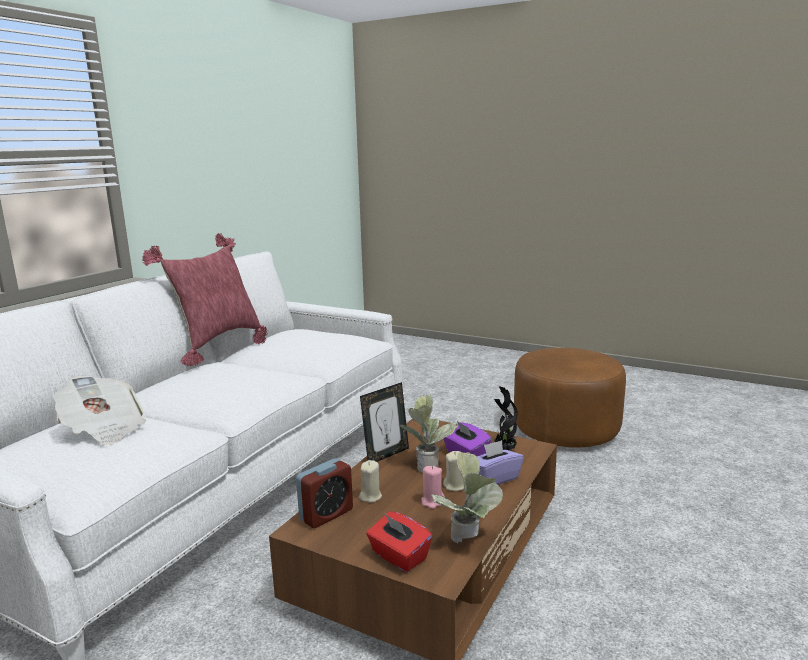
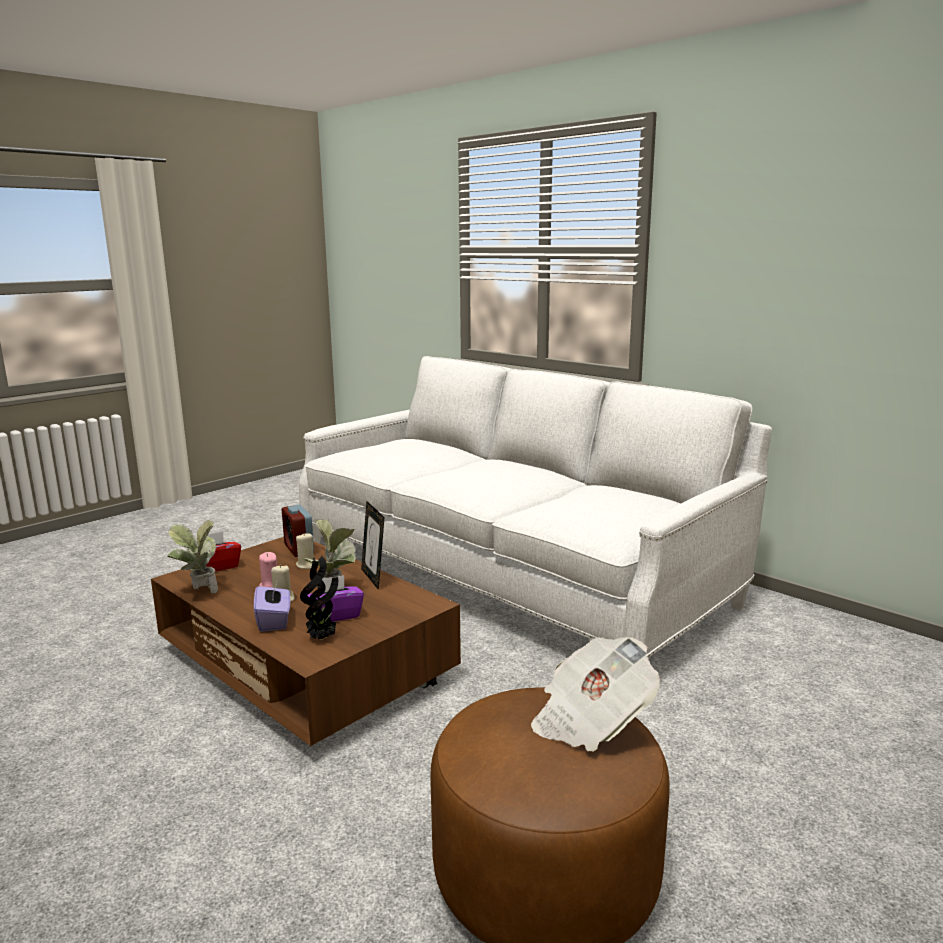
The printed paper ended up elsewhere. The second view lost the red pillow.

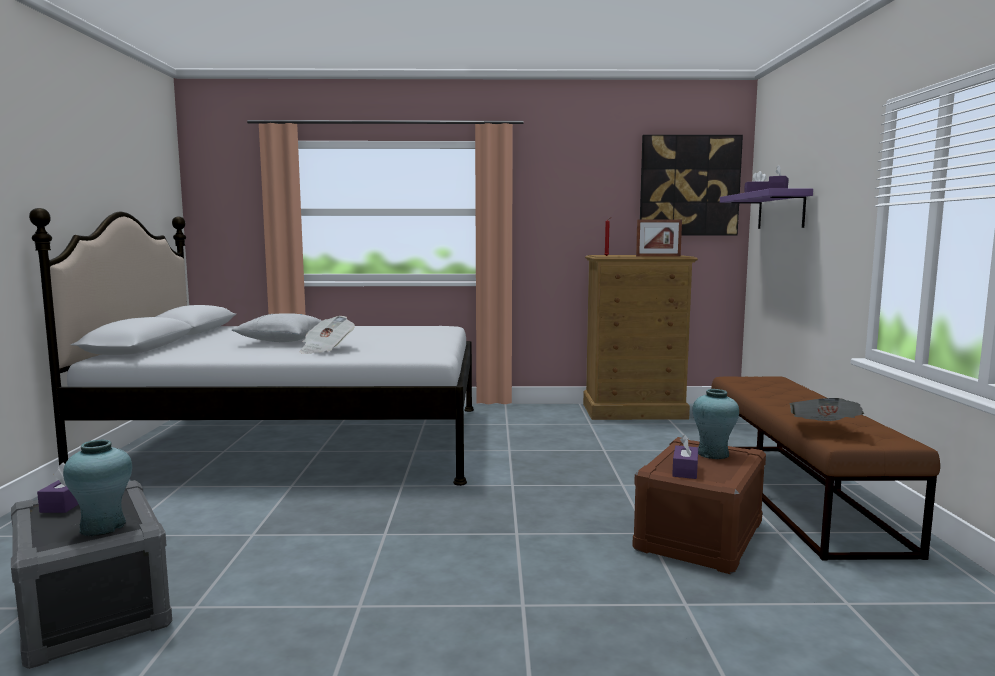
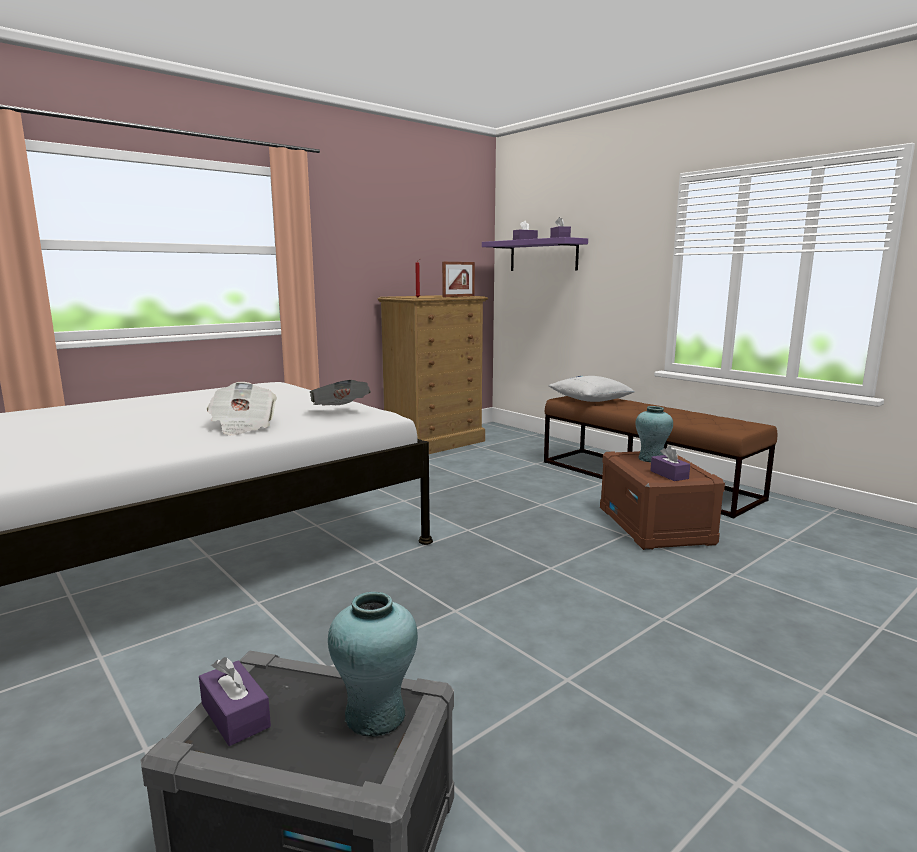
The gray pillow ended up elsewhere. The second view lost the wall art. The printed paper (2nd from left) ended up elsewhere.

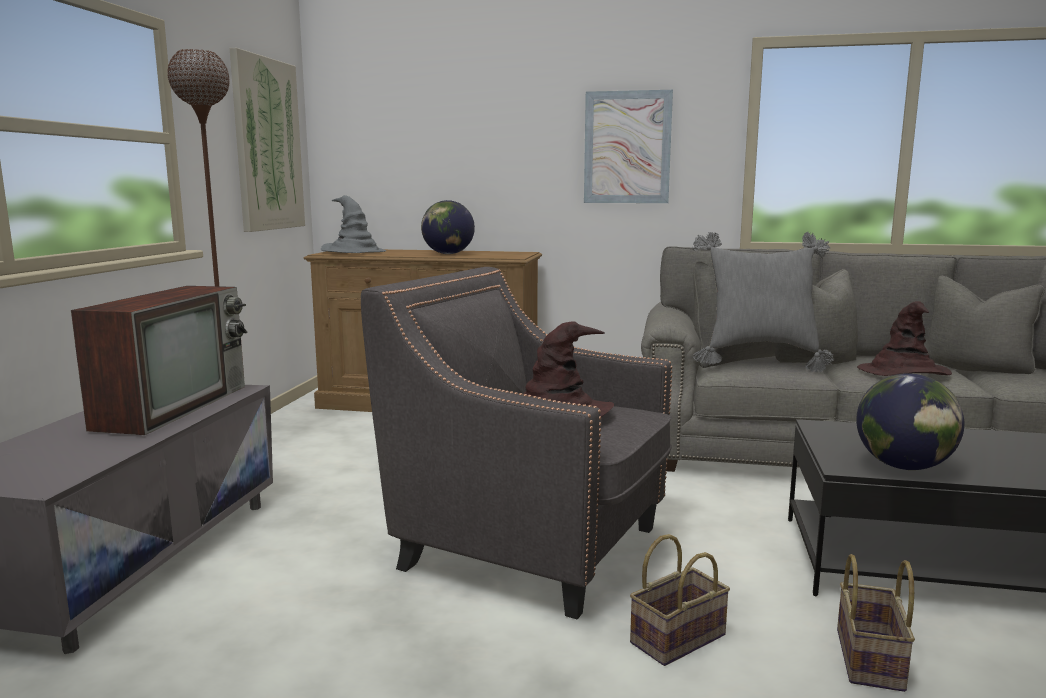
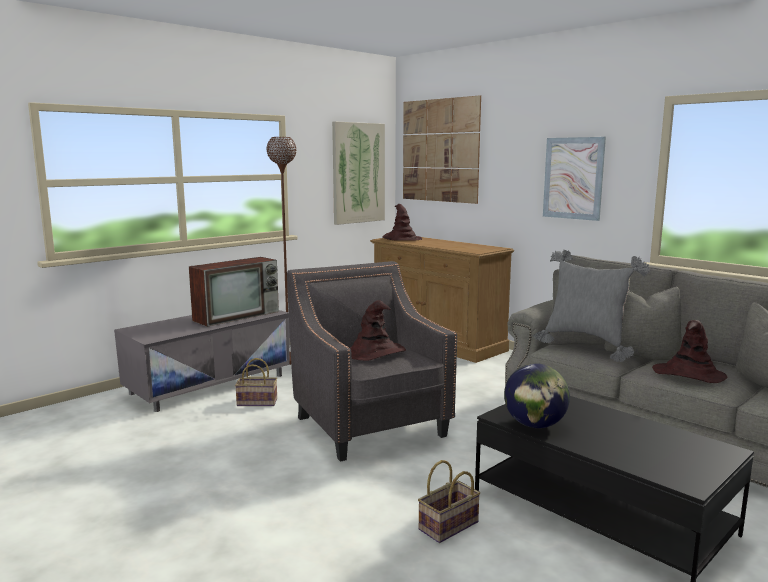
What was the gray hat turned into the brownish hat (2nd from left). The second view lost the globe (1st from left). The basket (1st from left) ended up elsewhere. The second view gained the wall art (2nd from left).

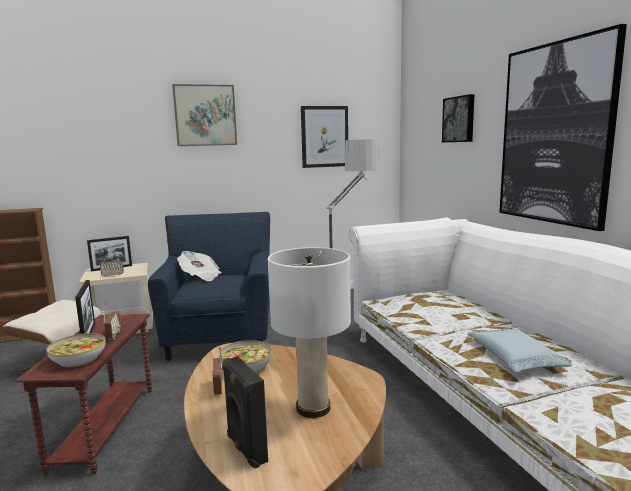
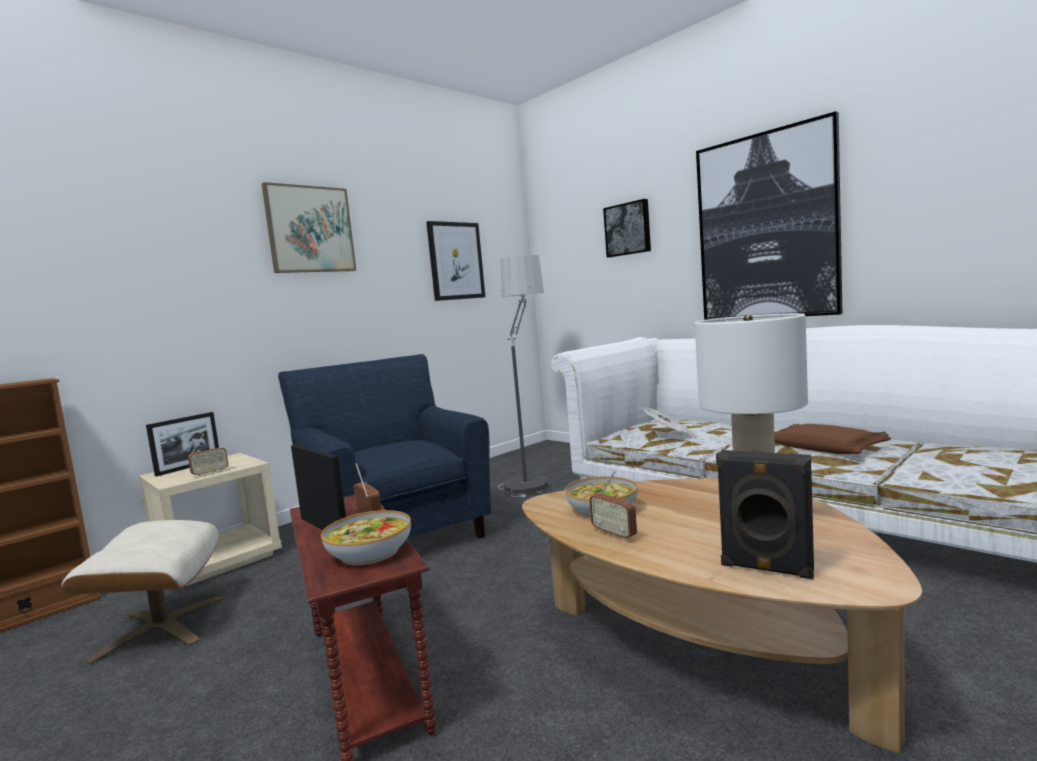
The printed paper ended up elsewhere. What was the blue pillow turned into the brownish pillow.

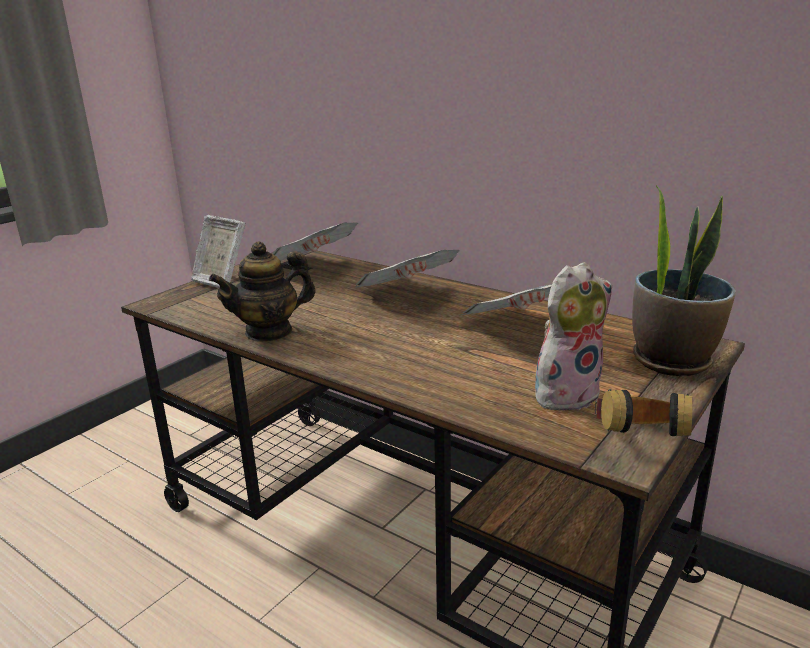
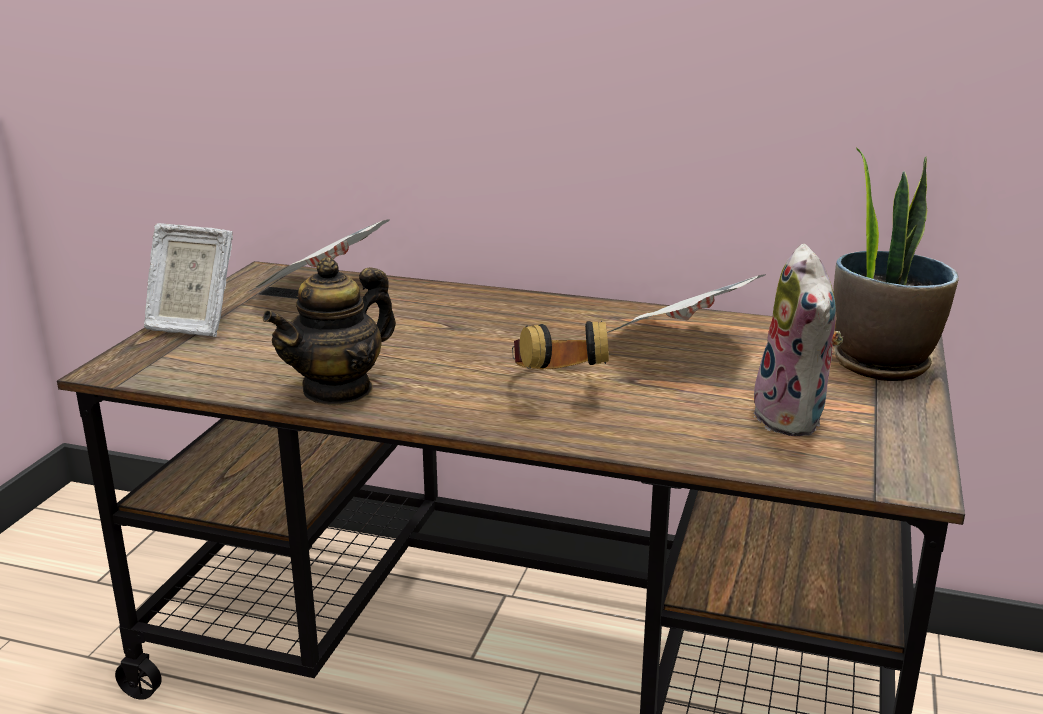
The second view lost the printed paper (2nd from left). The cuddly toy ended up facing another way, 135 degrees clockwise from before. The headphones ended up elsewhere.

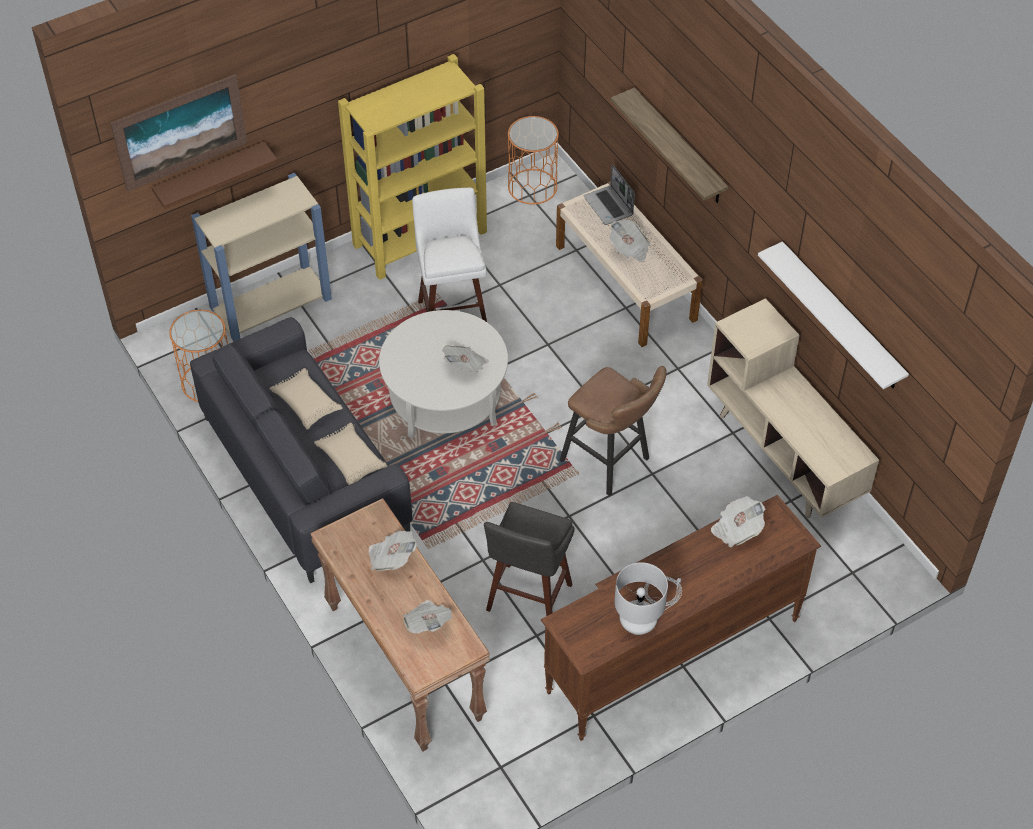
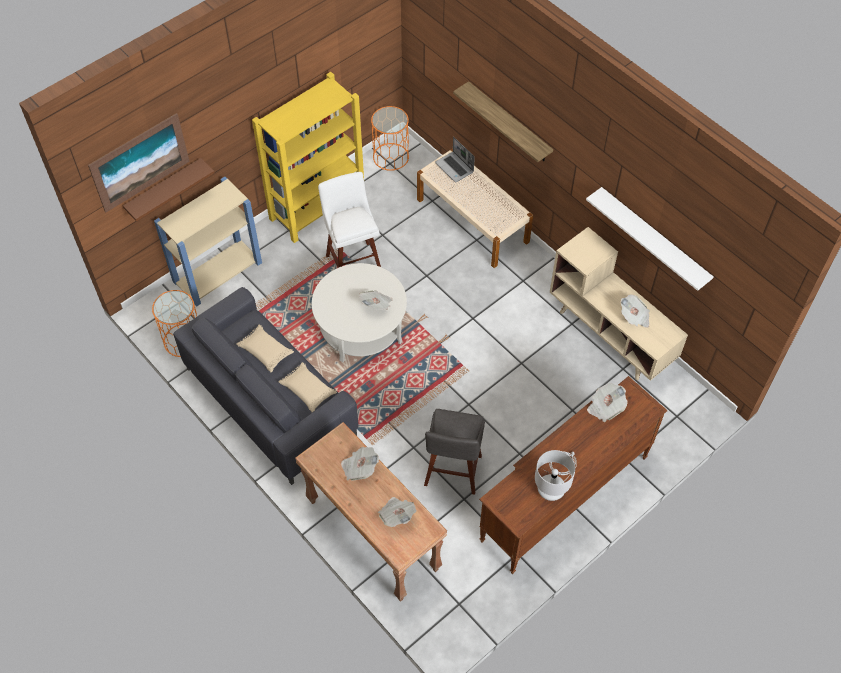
The second view lost the brownish stool seat. The printed paper (4th from left in the first image) ended up elsewhere.

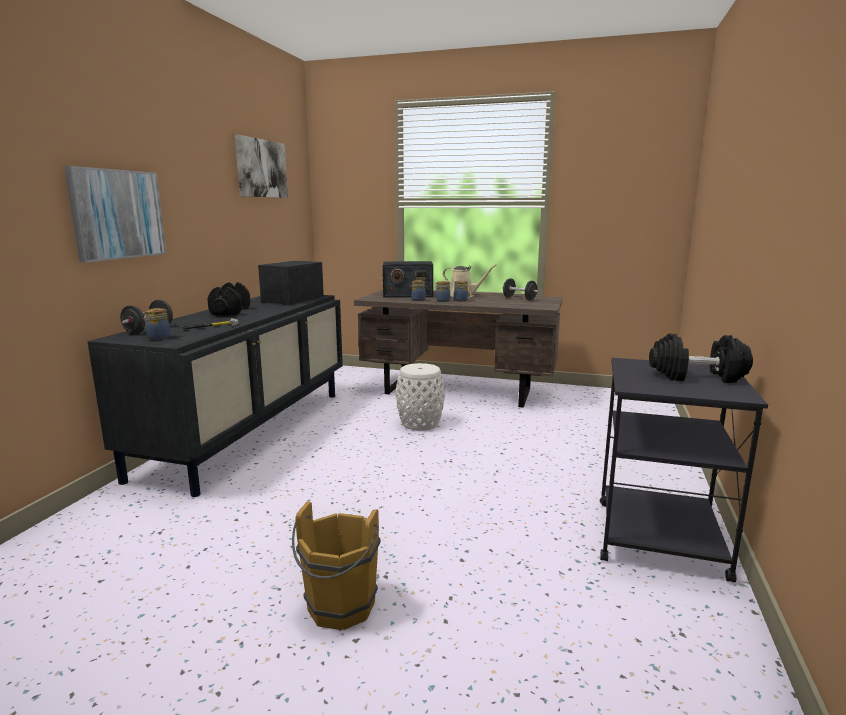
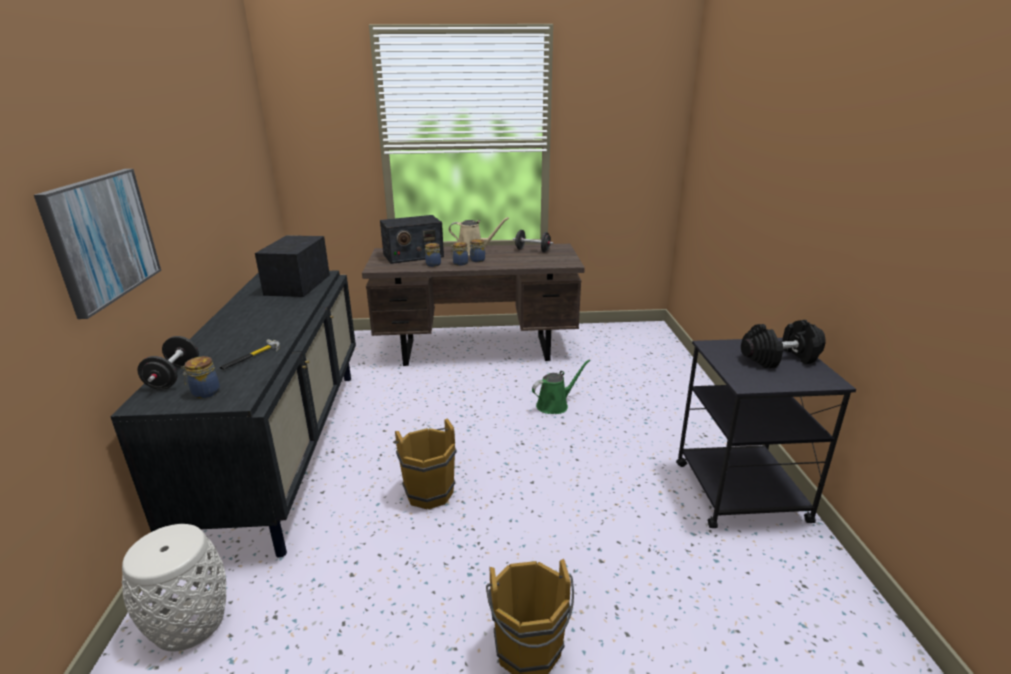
The second view lost the black hand weight (2nd from left). The second view lost the wall art (2nd from left). The white stool seat ended up elsewhere. The second view gained the brownish water bucket (1st from left). The second view gained the green watering can.

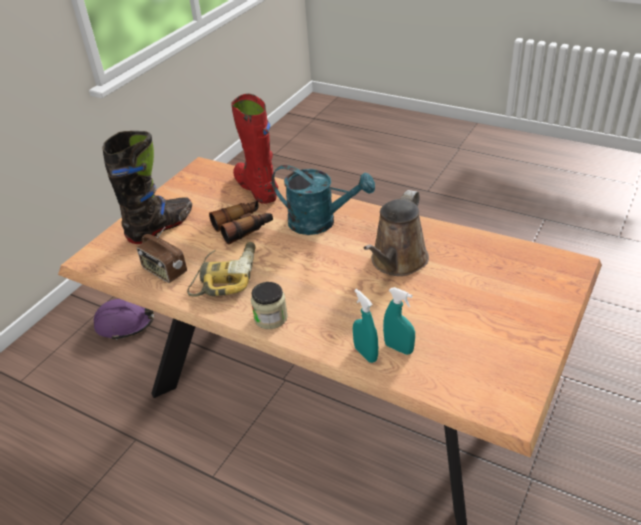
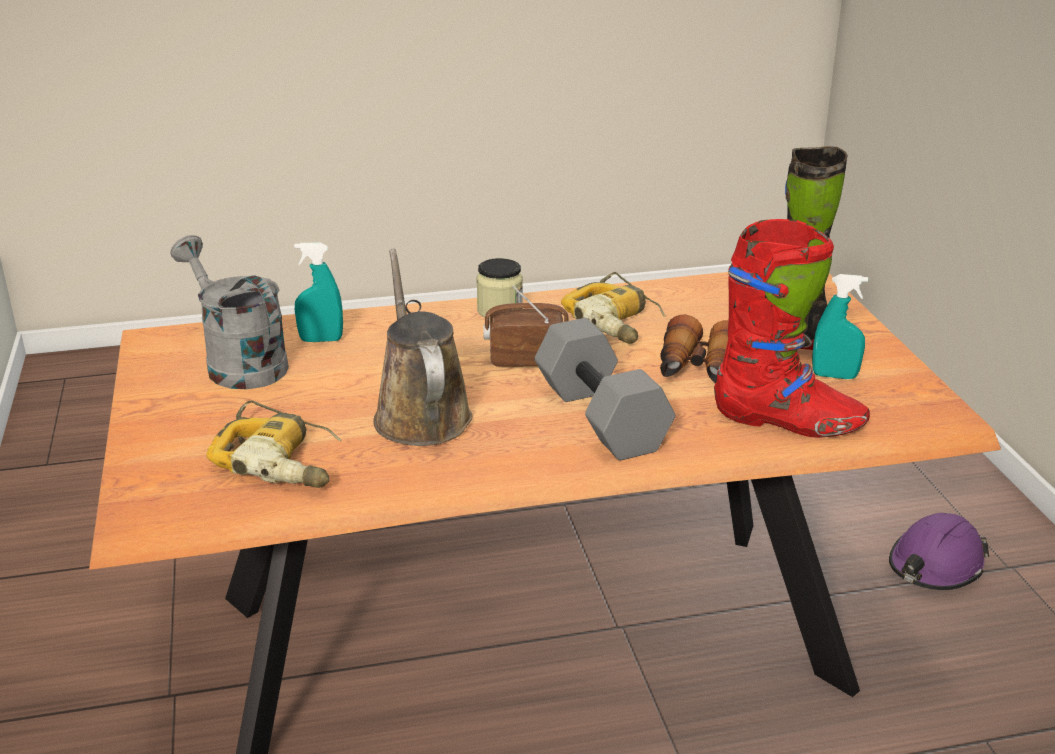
The radio receiver ended up elsewhere. Where the turquoise-coloured watering can stood, the gray hand weight came to stand. The turquoise-coloured hand sprayer (1st from left in the first image) ended up elsewhere. The second view gained the gray watering can. The second view gained the power drill (1st from left).

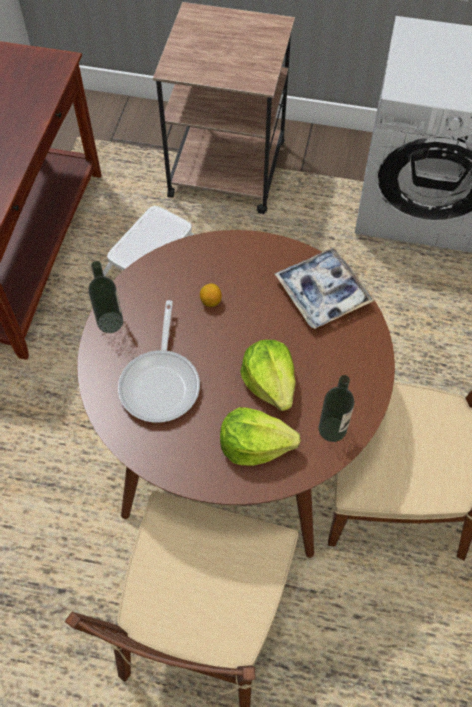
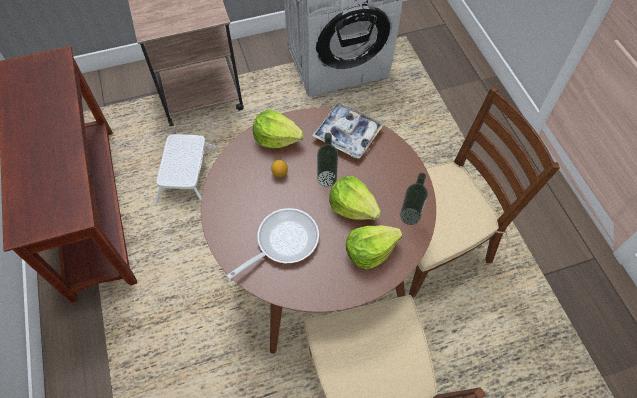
The bottle (1st from left) ended up elsewhere. The pan ended up facing another way, 105 degrees counterclockwise from before. The second view gained the lettuce head (1st from left).

